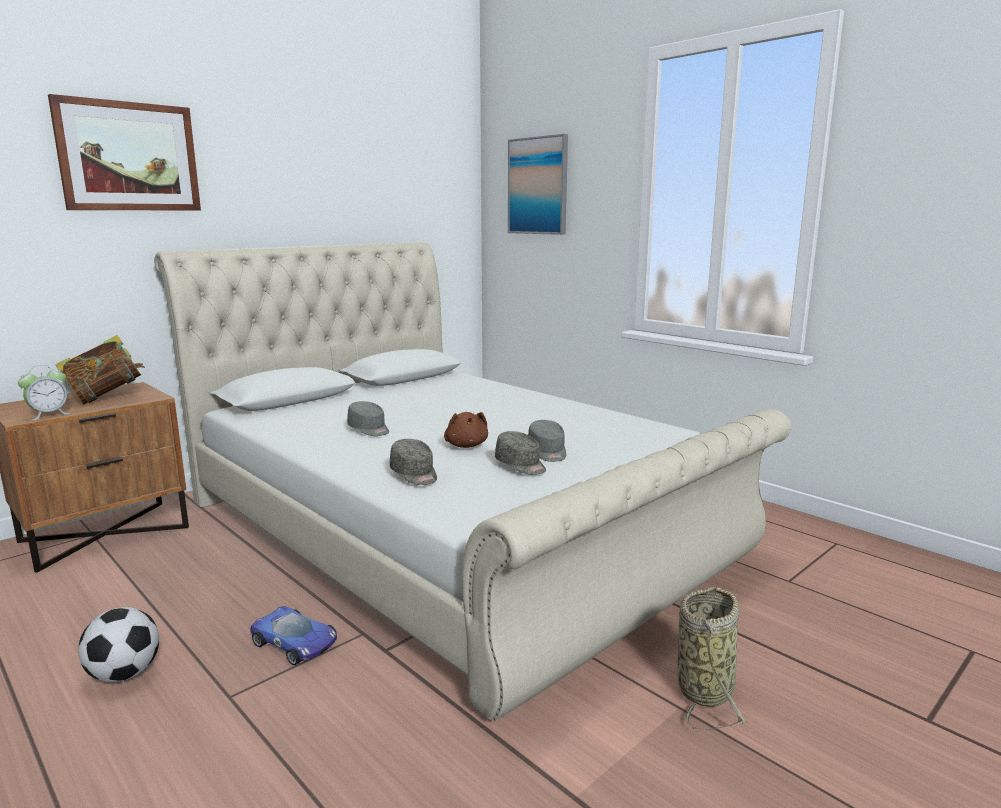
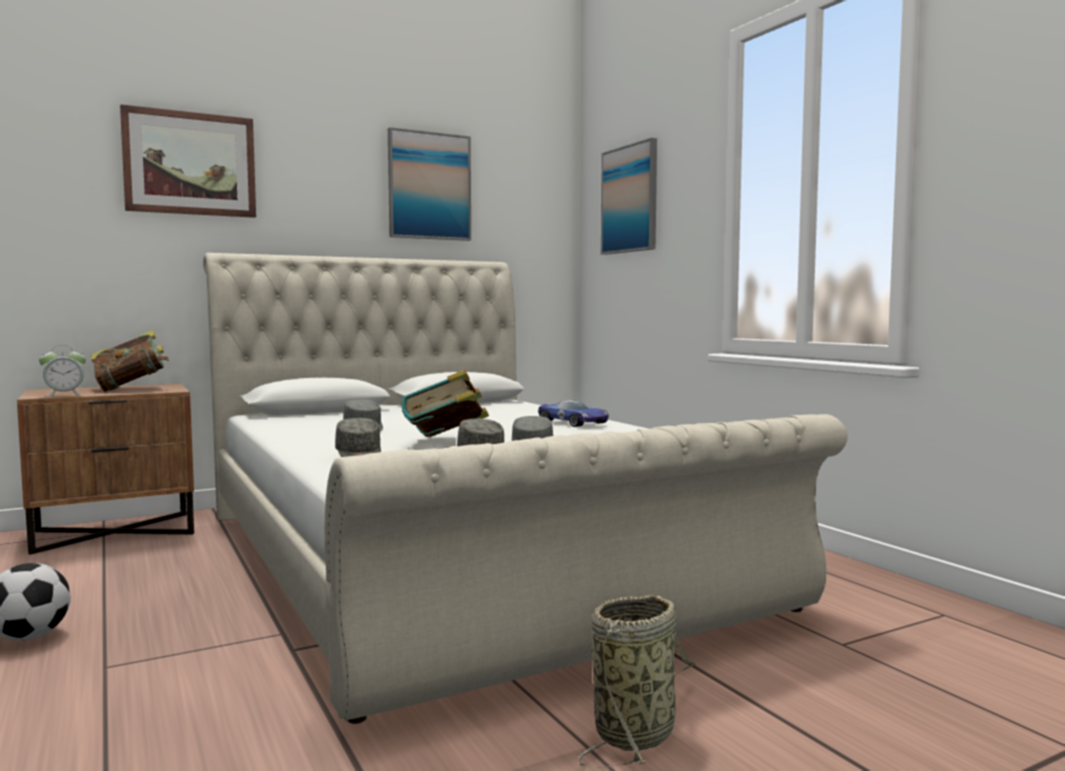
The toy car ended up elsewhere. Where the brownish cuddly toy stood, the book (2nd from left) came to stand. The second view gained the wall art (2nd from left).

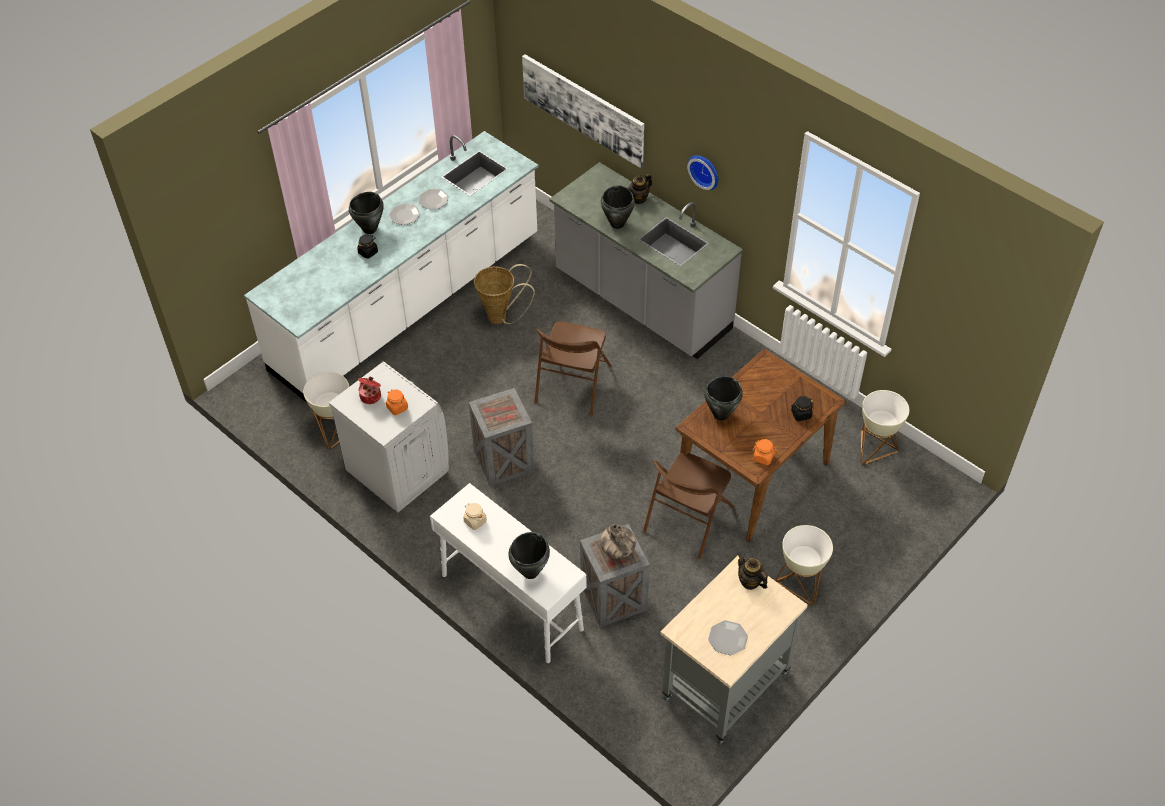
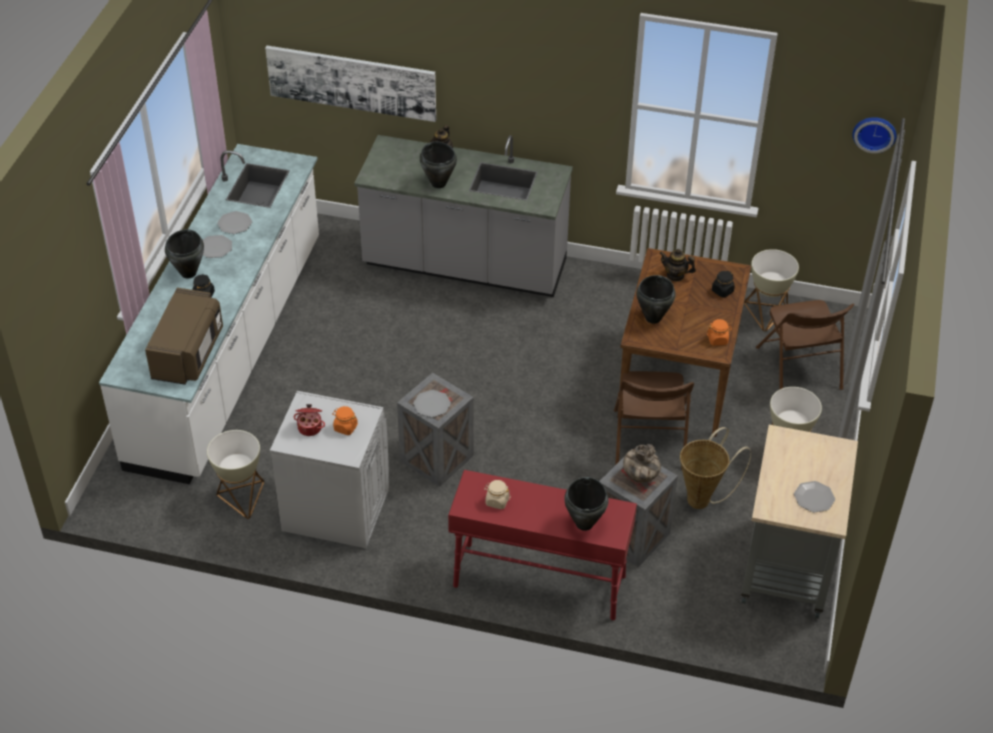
What was the white console table turned into the red console table. The basket ended up elsewhere. The brownish plain chair (1st from left in the first image) ended up elsewhere. The clock on the wall ended up elsewhere. The tea pot (2nd from left) ended up elsewhere. The second view gained the brownish microwave. The second view gained the flat dish (3rd from left).

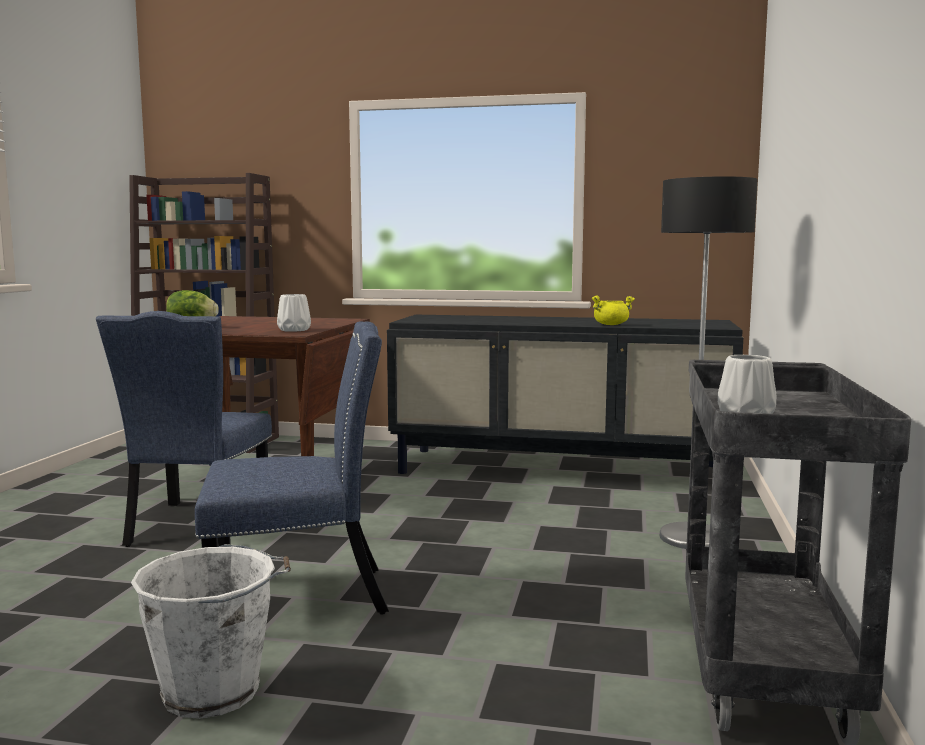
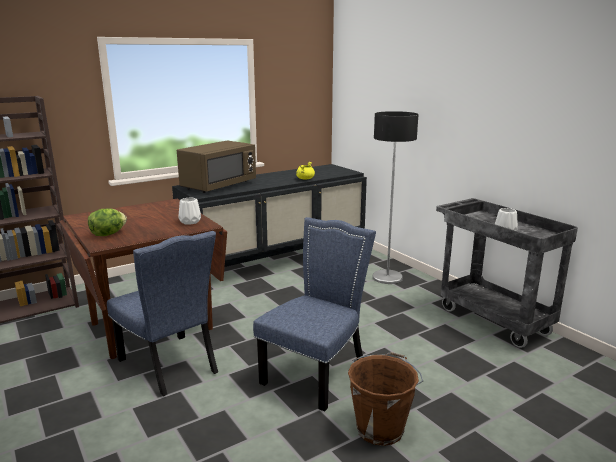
What was the white water bucket turned into the brownish water bucket. The second view gained the brownish microwave.

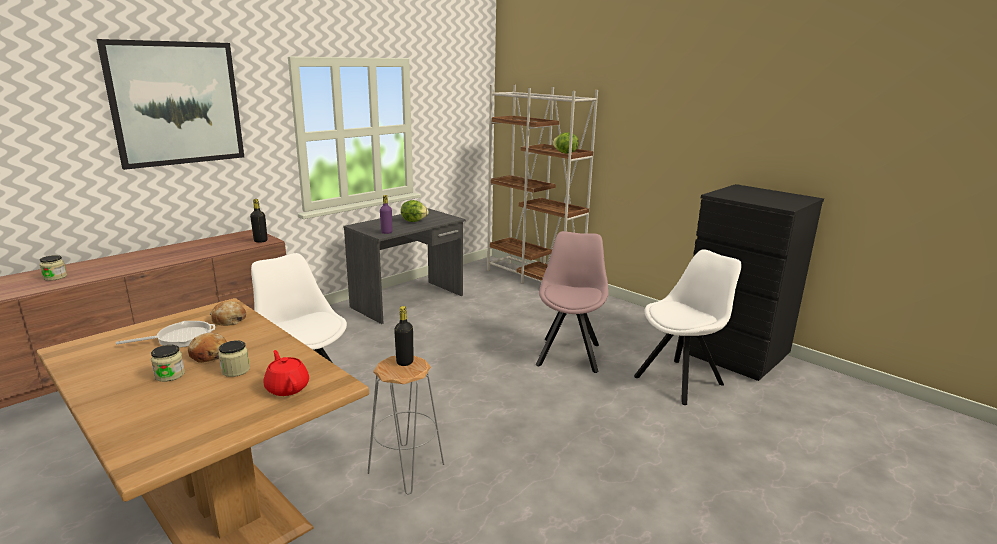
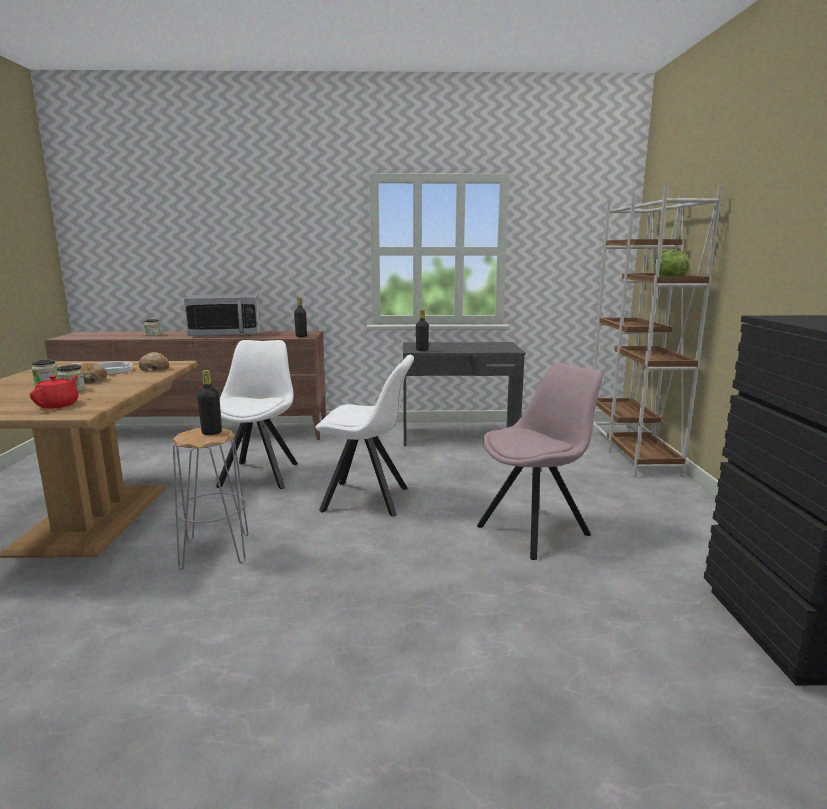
The second view lost the wall art. What was the purple bottle turned into the black bottle (3rd from left). The second view lost the lettuce head (1st from left). The white plain chair (2nd from left) ended up elsewhere. The second view gained the microwave.

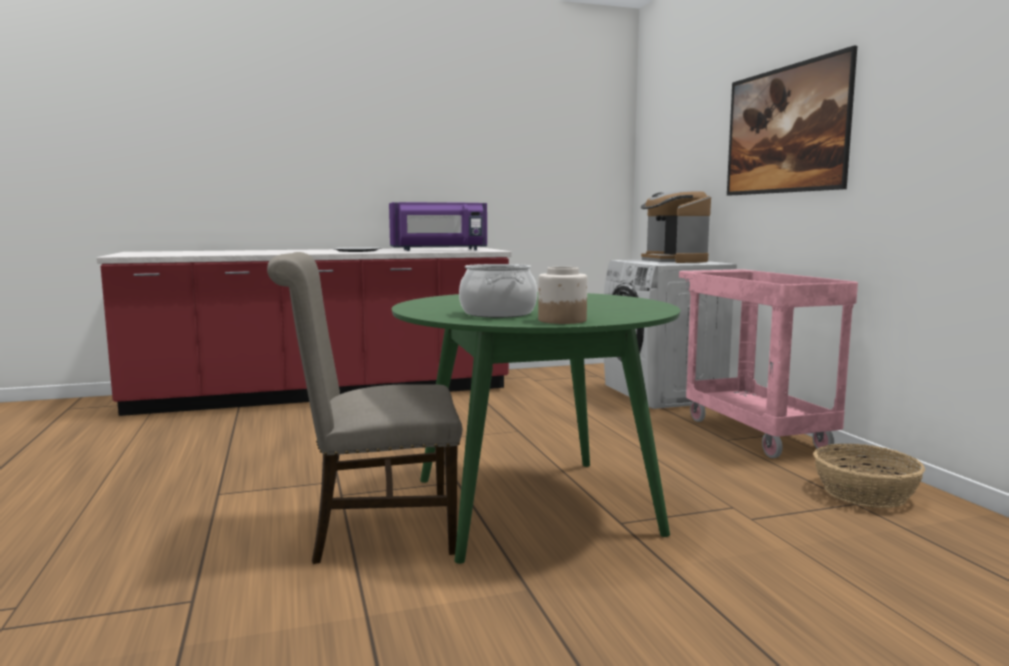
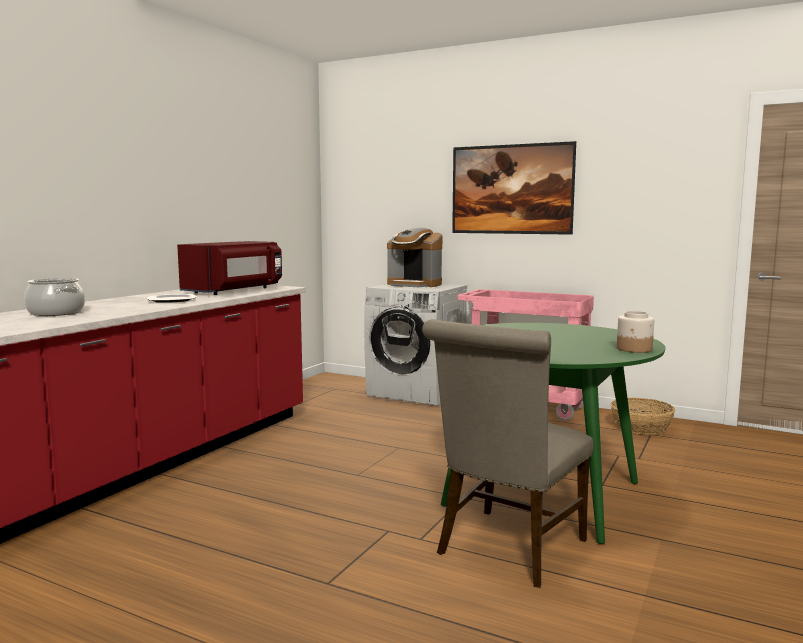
What was the purple microwave turned into the red microwave. The stockpot ended up elsewhere.

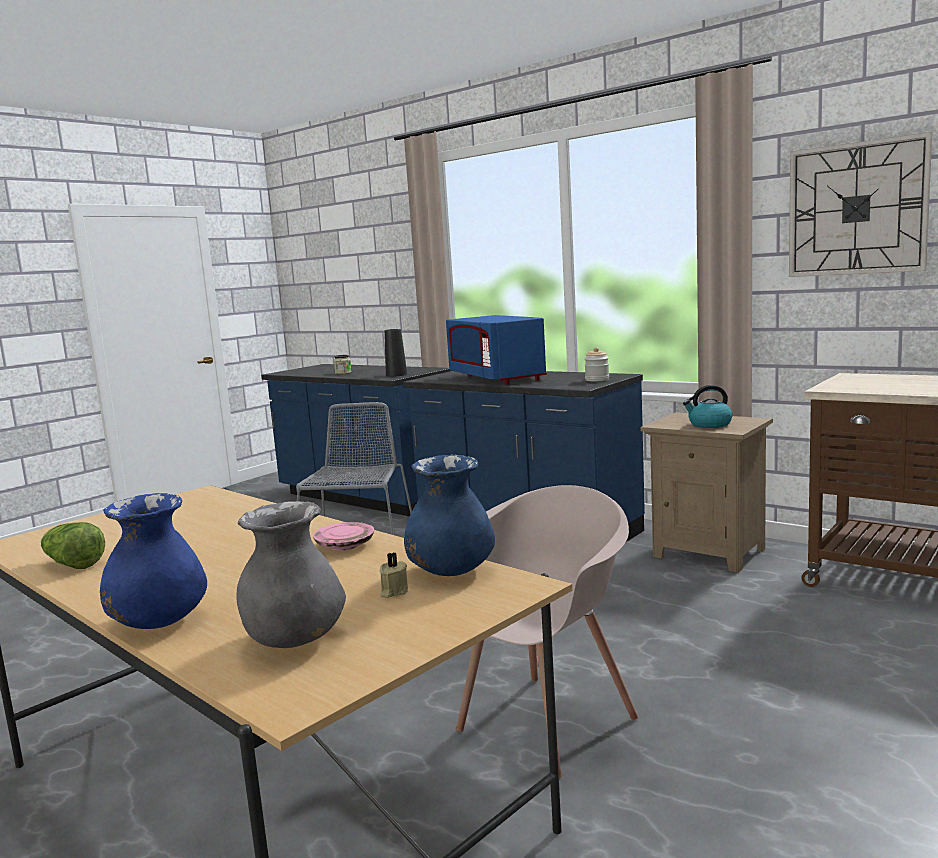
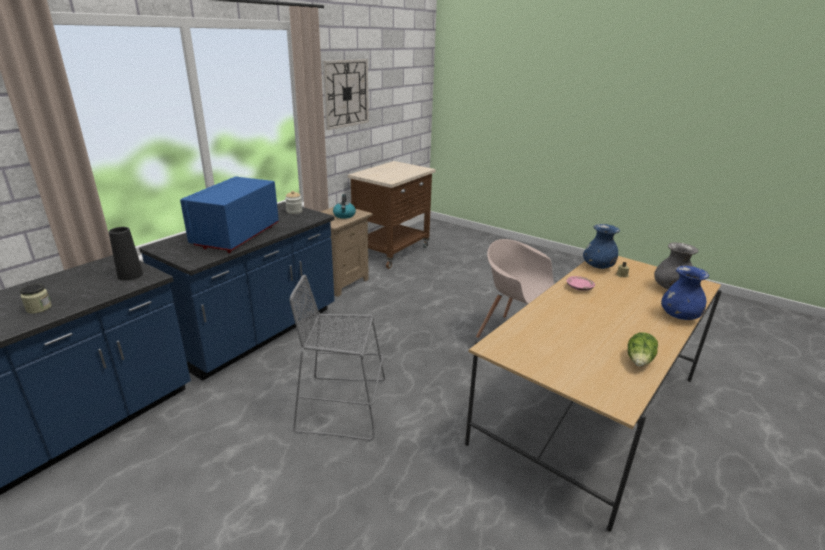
The blue microwave ended up facing another way, 135 degrees clockwise from before.

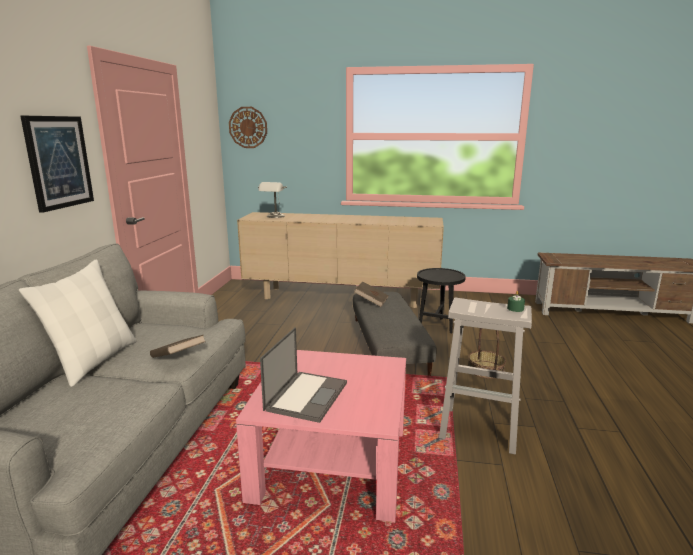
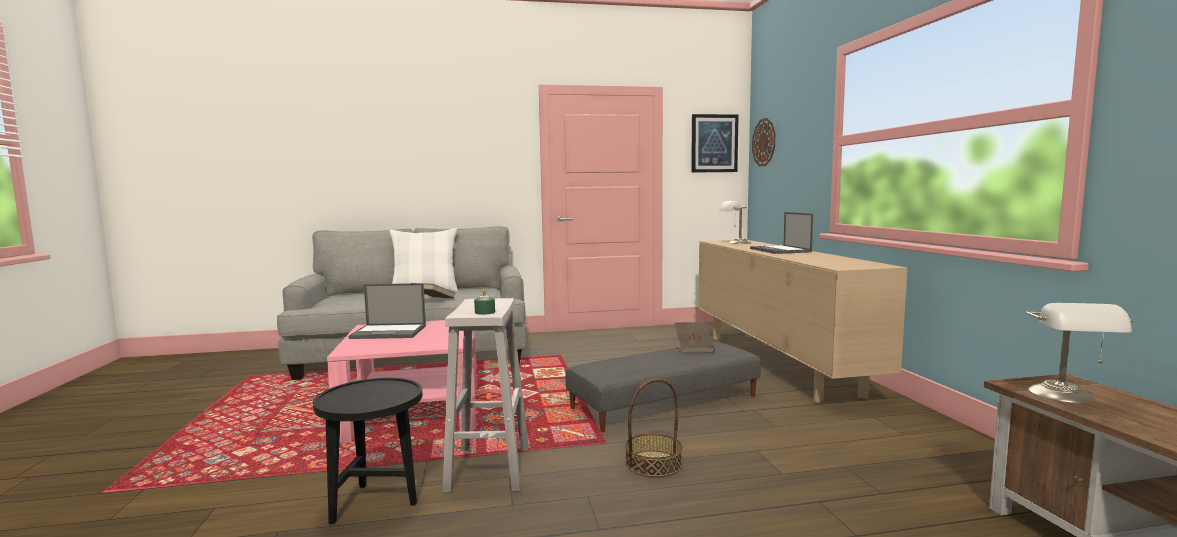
The wall art ended up elsewhere. The black accent table ended up elsewhere. The second view gained the laptop (2nd from left). The second view gained the white lamp for a table (2nd from left).

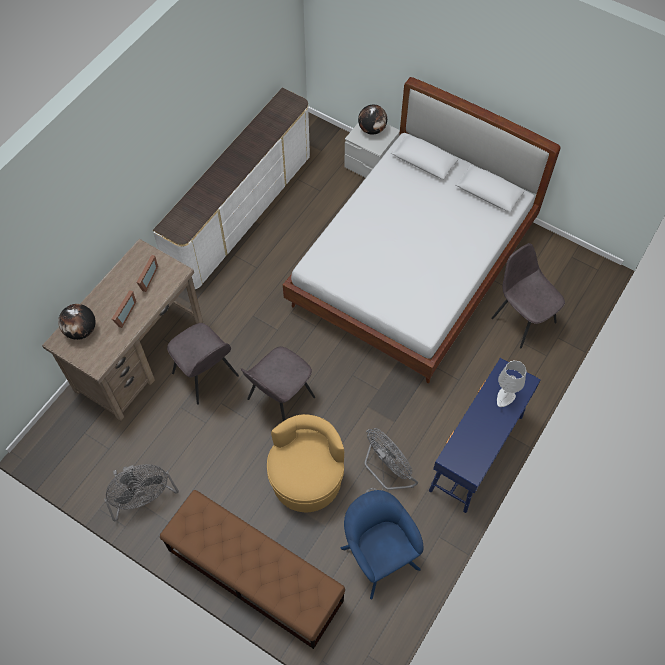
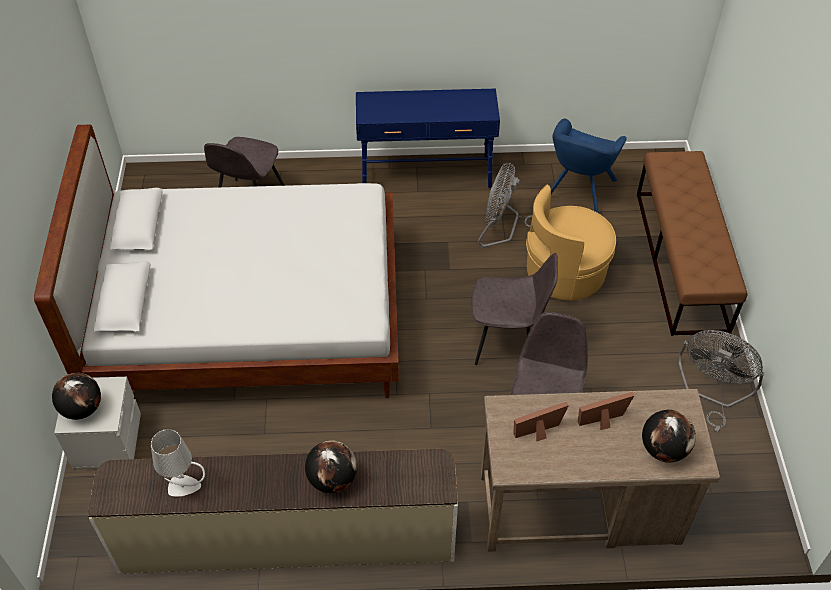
The gray lamp for a table ended up elsewhere. The second view gained the globe (2nd from left).

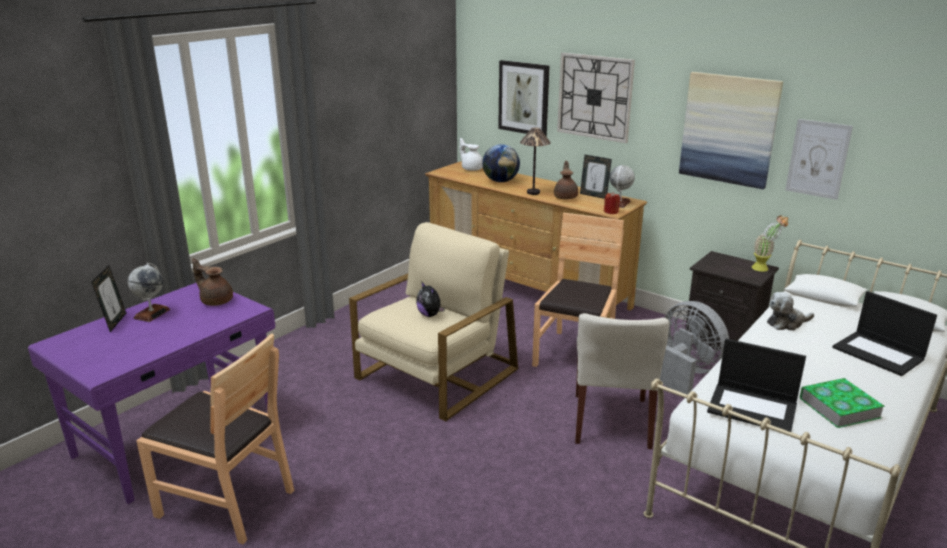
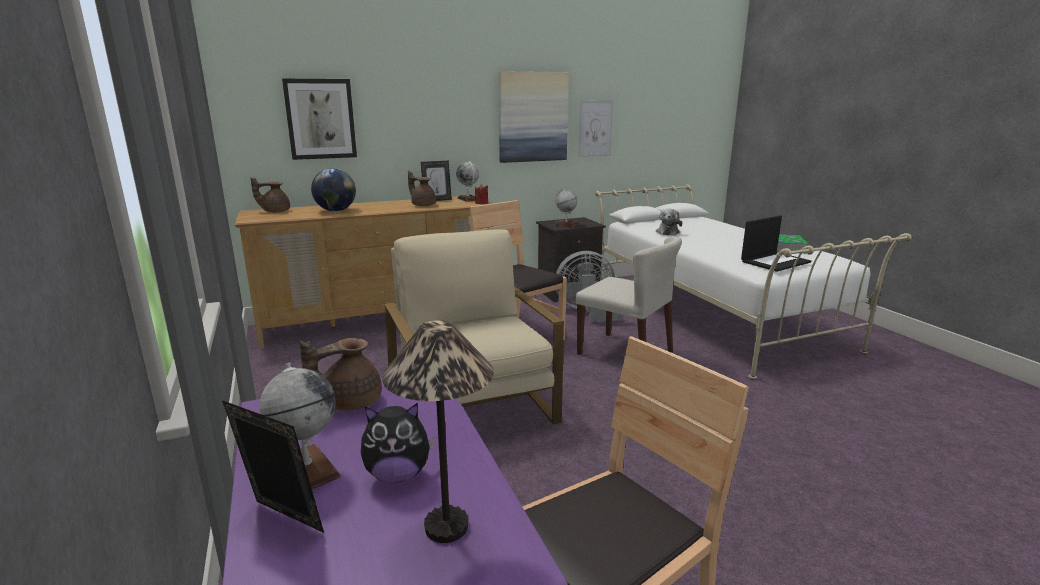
The cuddly toy (1st from left) ended up elsewhere. What was the white tea pot turned into the brownish tea pot (1st from left). The lamp for a table ended up elsewhere. The second view lost the clock on the wall. The second view lost the plant in a pot. The second view lost the laptop (2nd from left). The second view gained the globe (4th from left).

